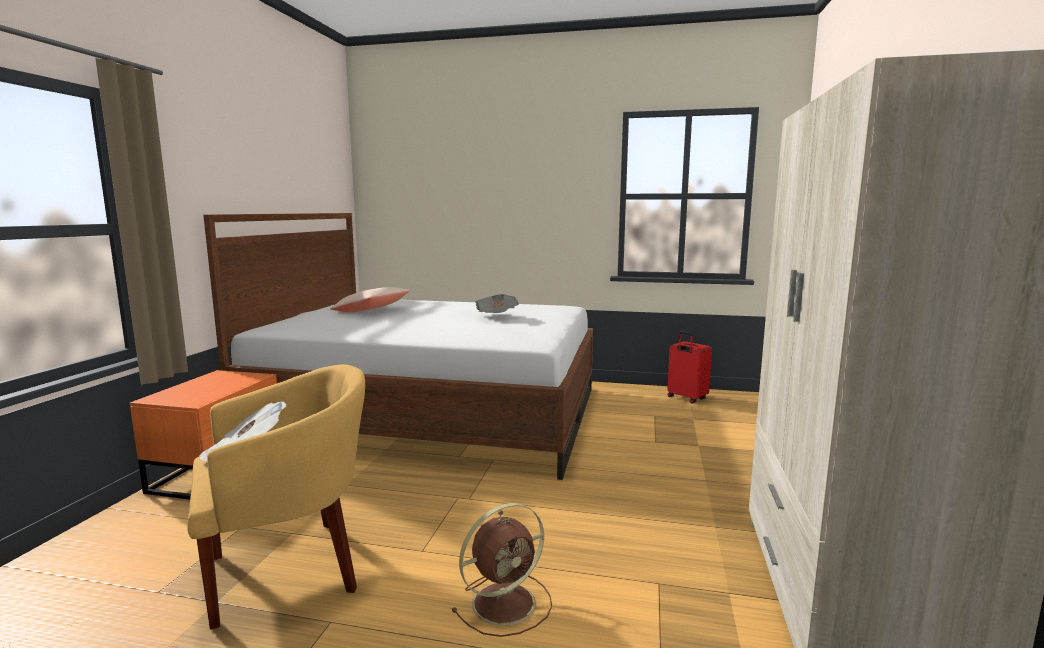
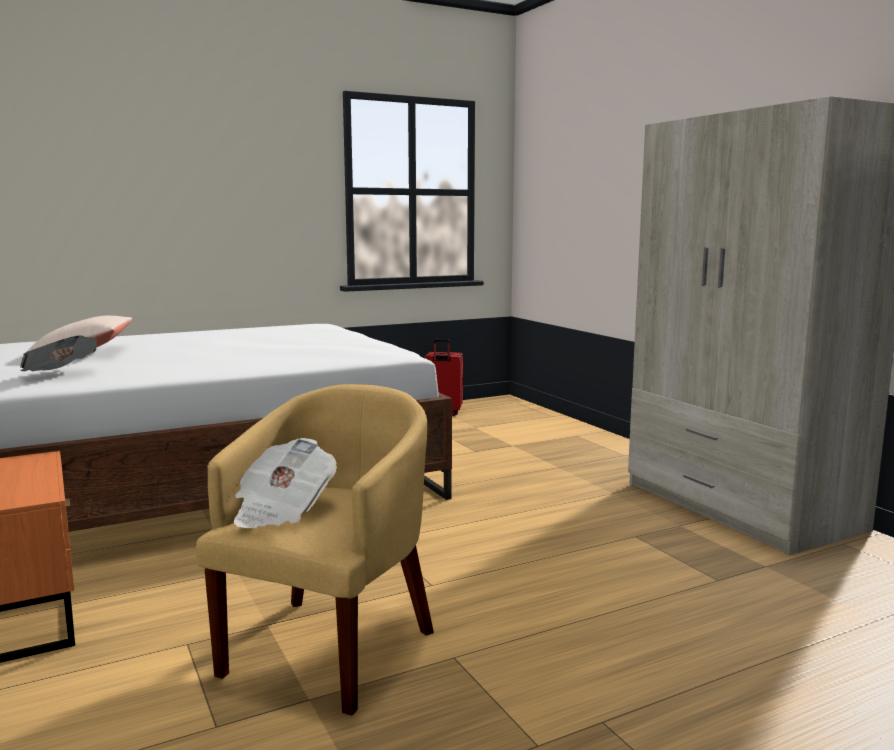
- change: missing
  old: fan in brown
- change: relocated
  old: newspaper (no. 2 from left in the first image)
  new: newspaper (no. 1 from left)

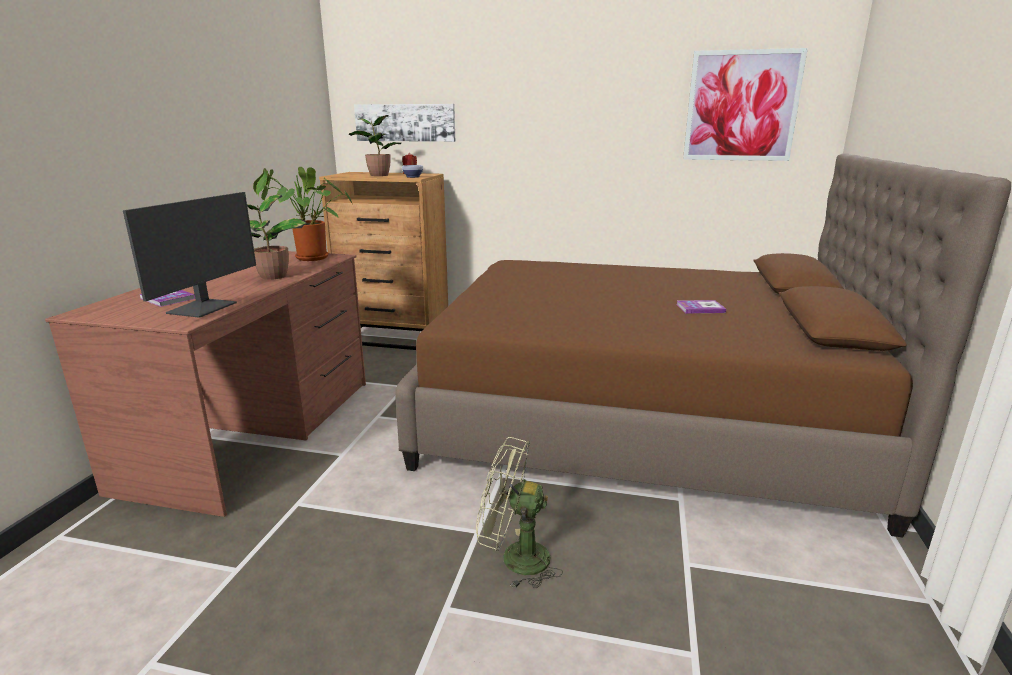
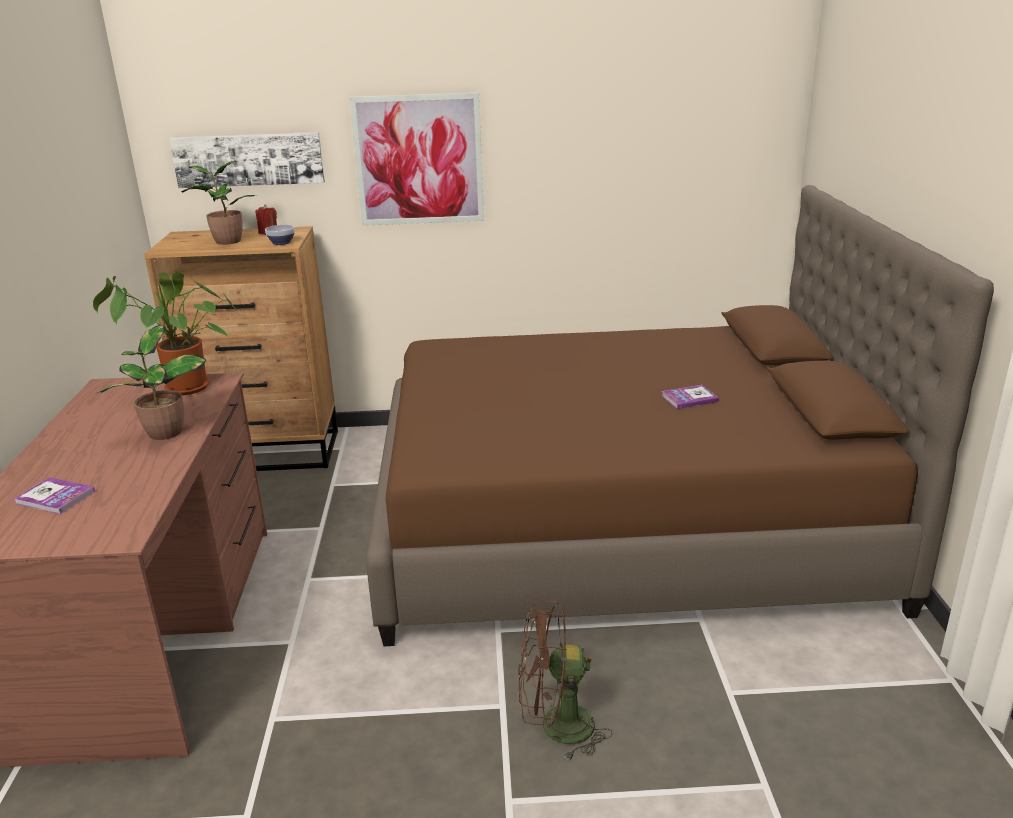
- change: missing
  old: monitor
- change: relocated
  old: picture (no. 2 from left)
- change: colour
  old: fan in green
  new: fan in brown

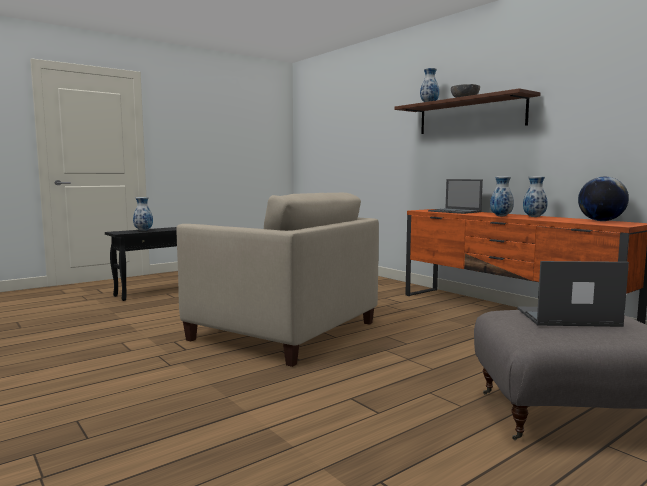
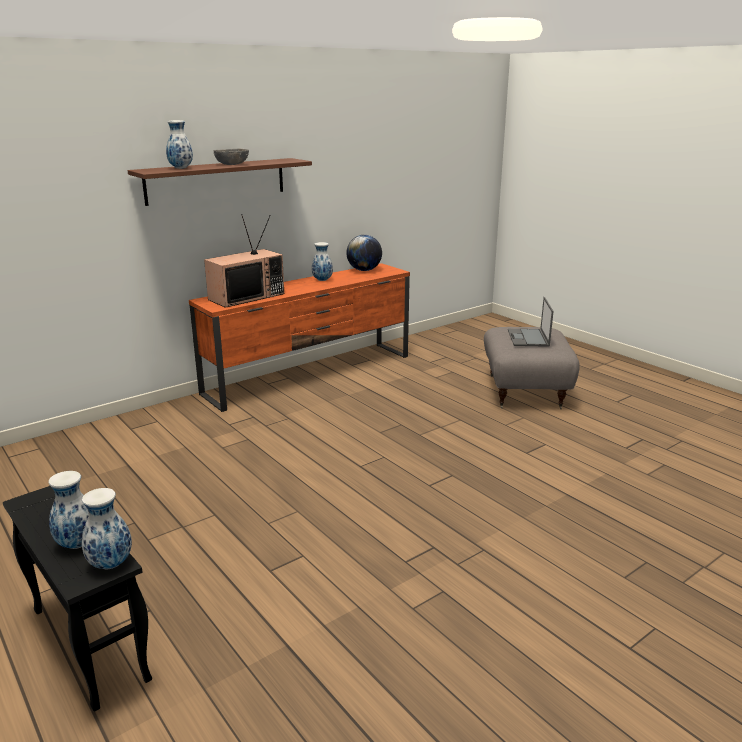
- change: missing
  old: armchair in beige
- change: relocated
  old: vase (no. 3 from left in the first image)
  new: vase (no. 2 from left)
- change: exchanged
  old: laptop (no. 1 from left)
  new: television

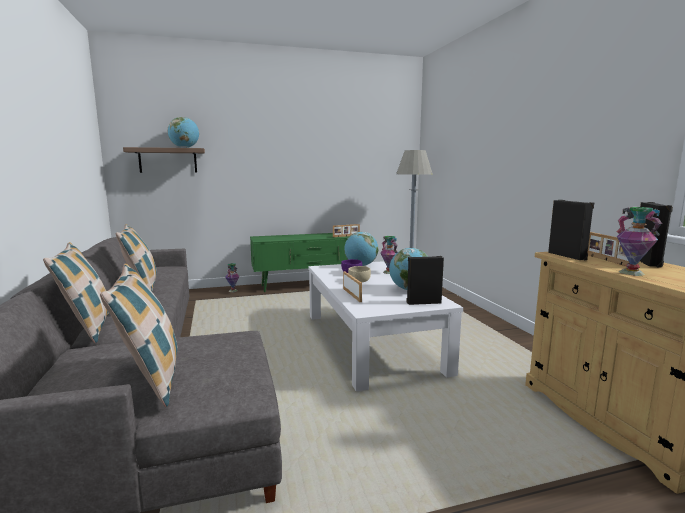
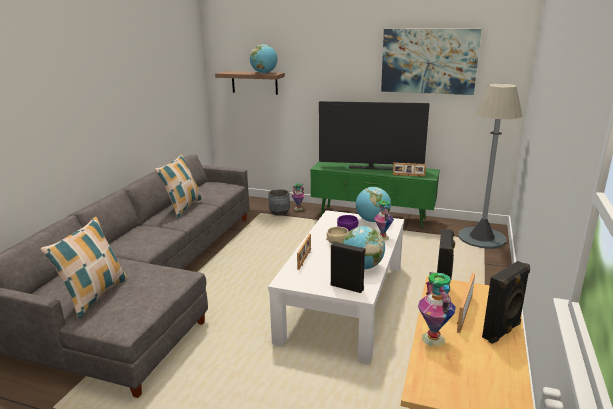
- change: missing
  old: pillow (no. 1 from left)
- change: appeared
  new: planter in grey
- change: appeared
  new: television
- change: appeared
  new: picture

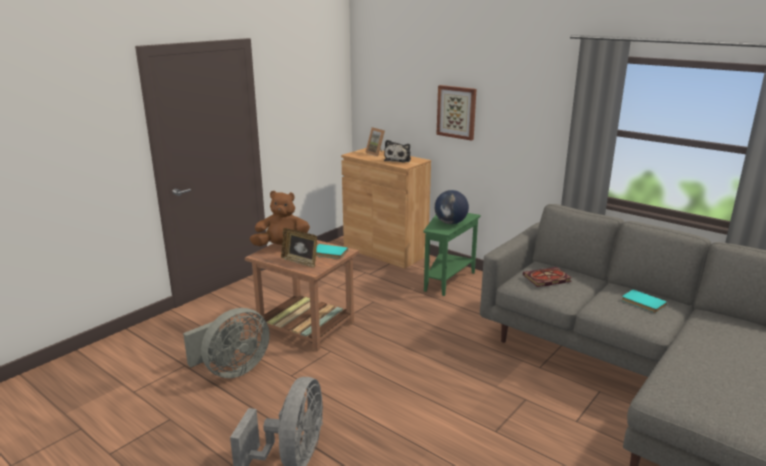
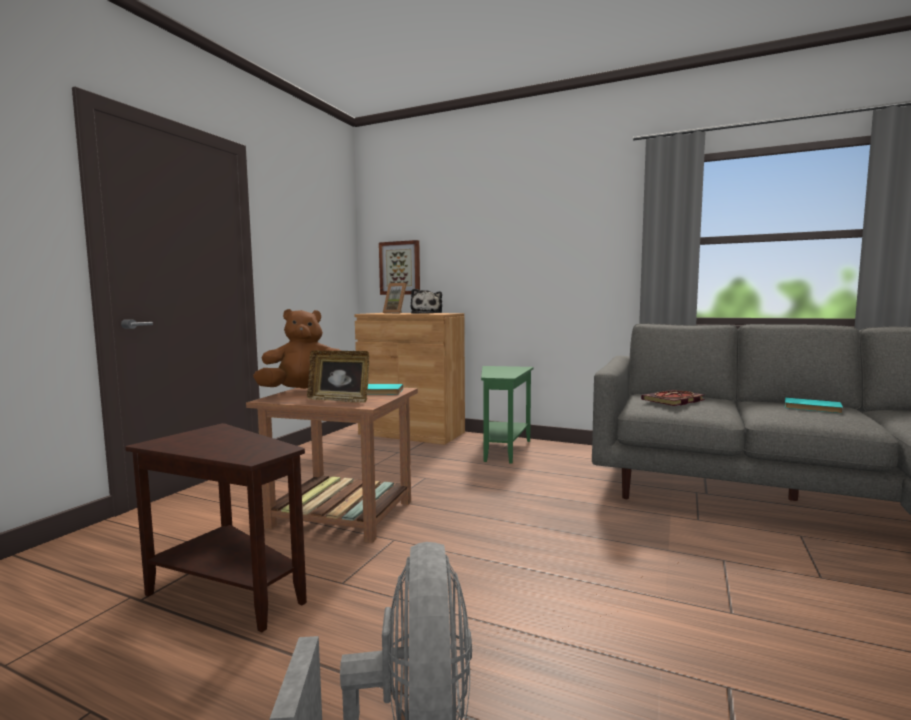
- change: missing
  old: globe
- change: relocated
  old: picture
- change: exchanged
  old: fan in grey (no. 1 from left)
  new: side table in brown (no. 1 from left)

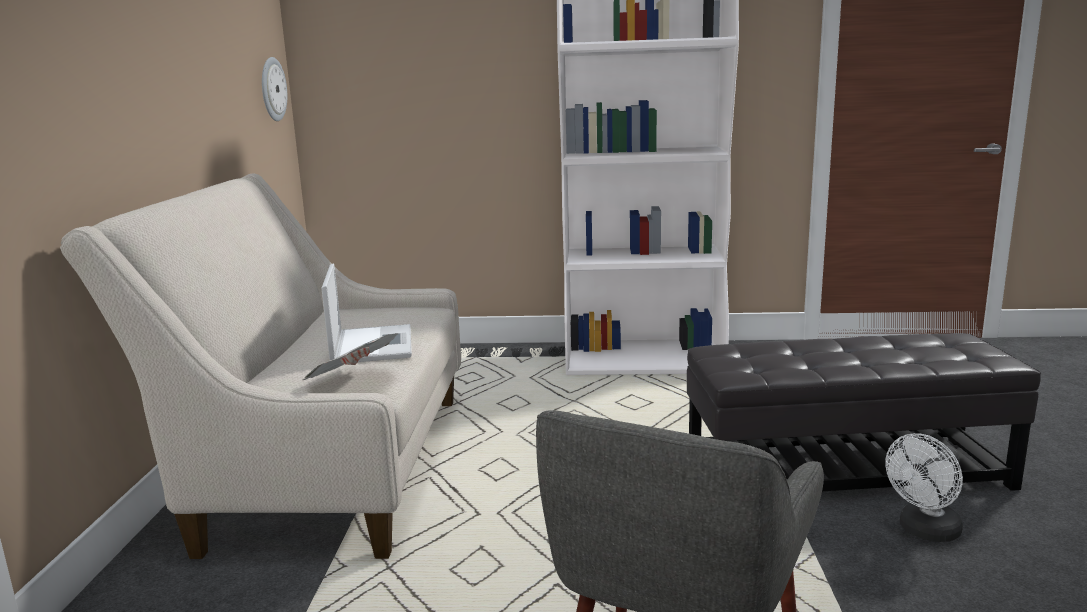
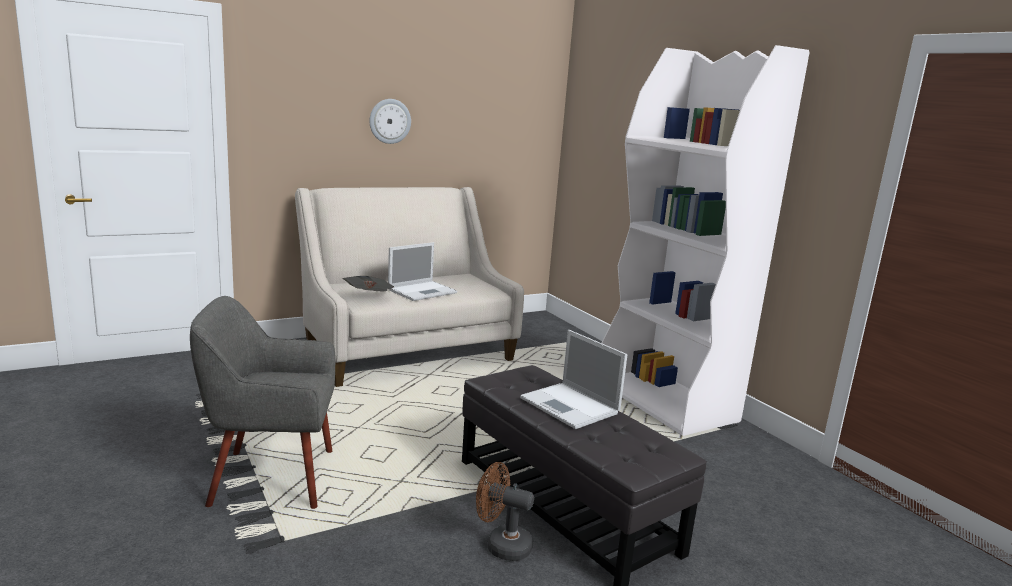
- change: appeared
  new: laptop (no. 2 from left)
- change: relocated
  old: wall clock
- change: colour
  old: fan in white
  new: fan in brown

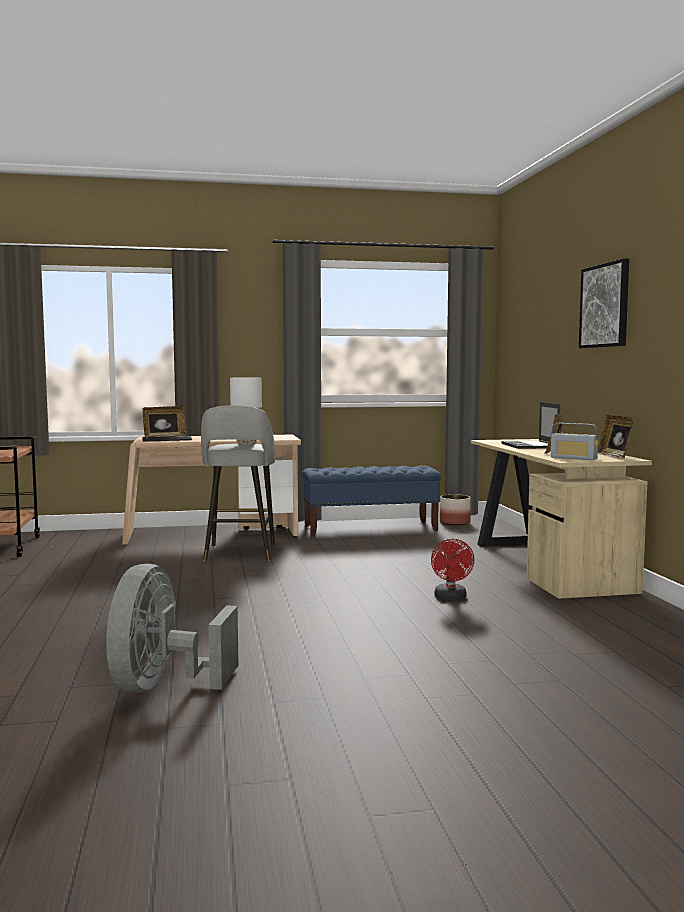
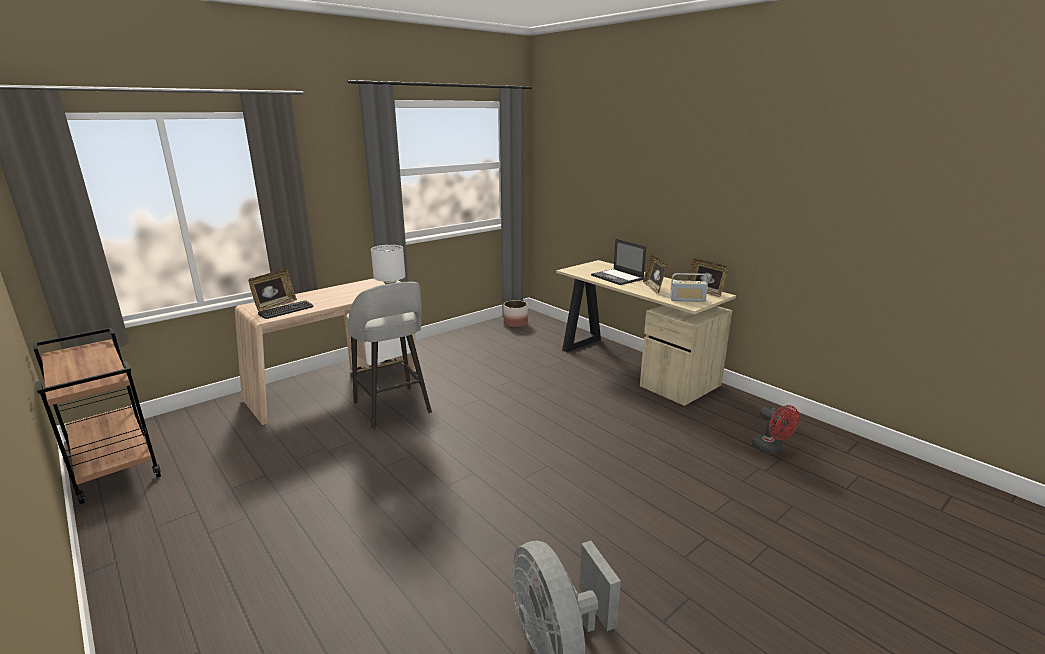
- change: missing
  old: bench in blue
- change: missing
  old: picture
- change: relocated
  old: fan in red

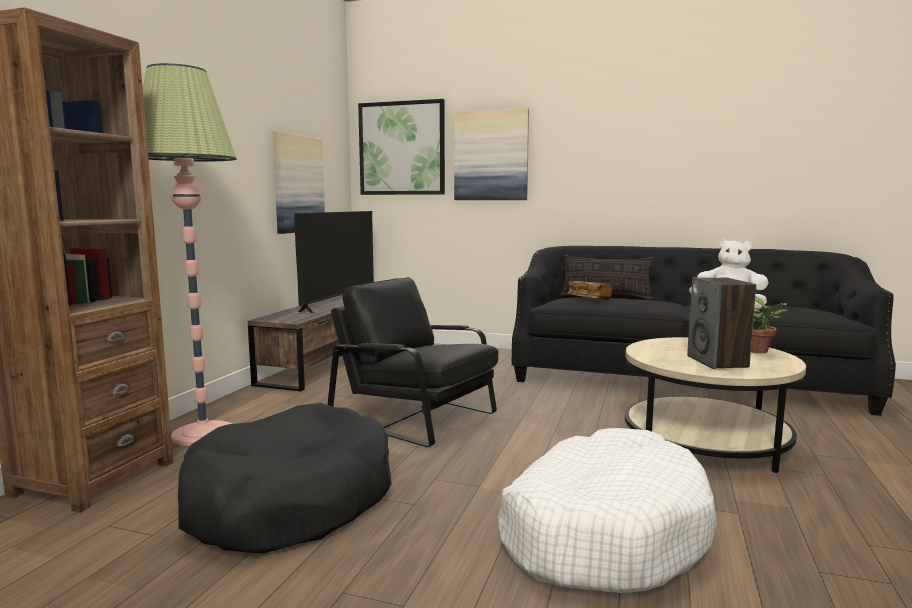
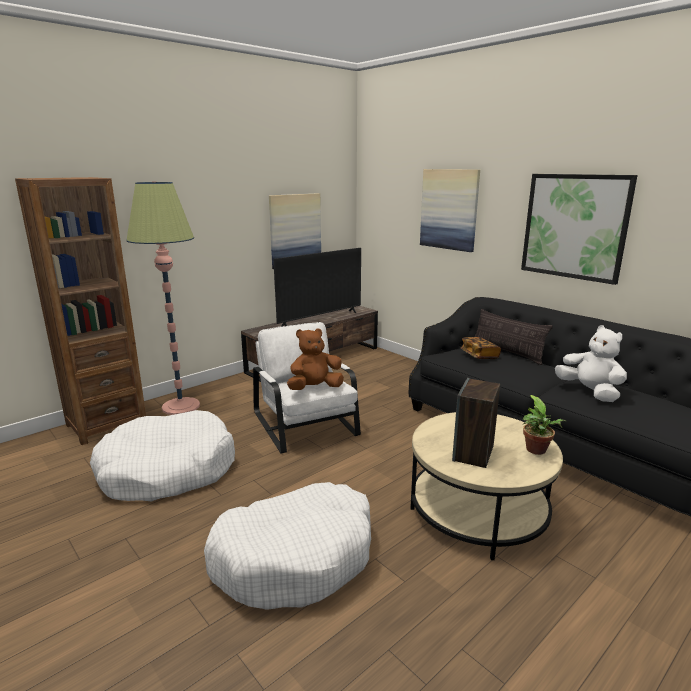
- change: appeared
  new: plush toy in brown
- change: relocated
  old: picture (no. 2 from left in the first image)
  new: picture (no. 3 from left)
- change: colour
  old: dog bed in black
  new: dog bed in white (no. 1 from left)
- change: colour
  old: armchair in black
  new: armchair in white

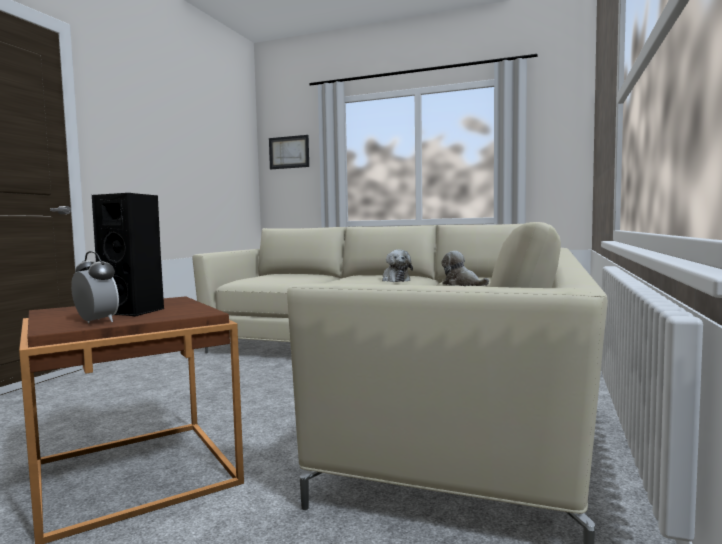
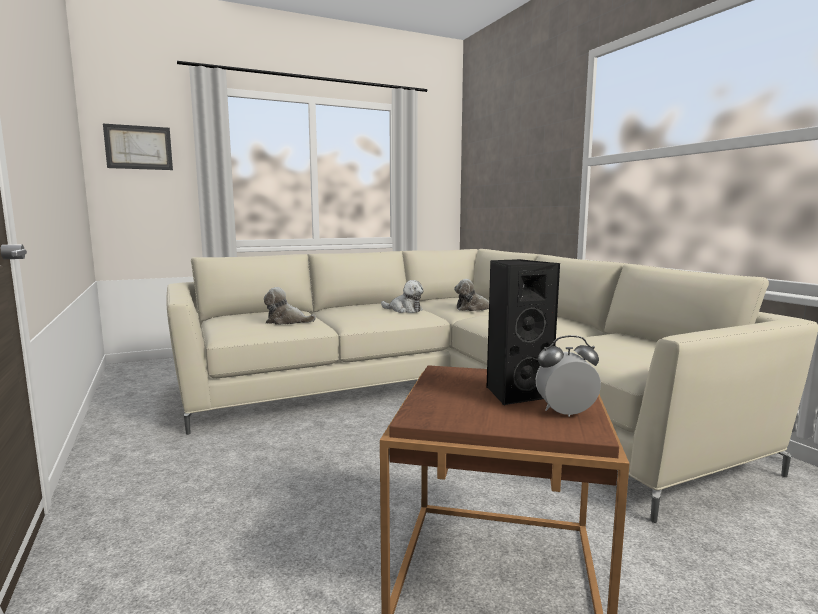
- change: appeared
  new: plush toy (no. 1 from left)

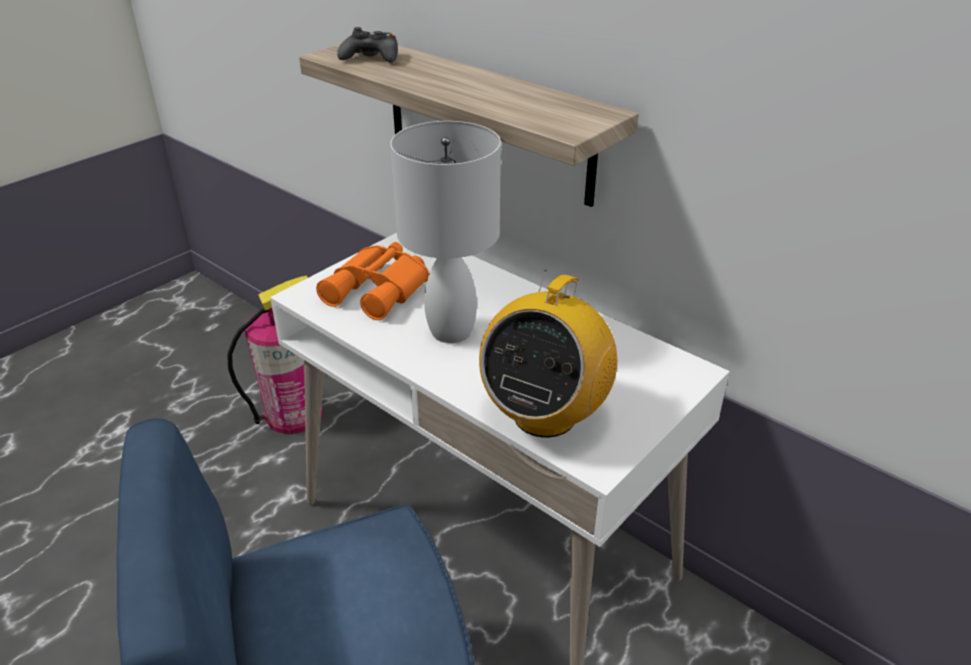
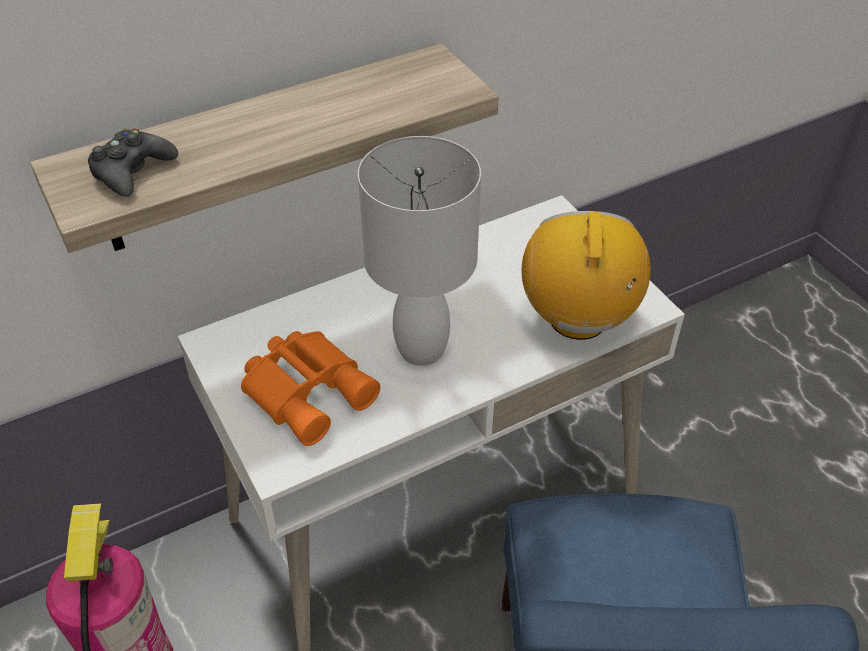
- change: spun
  old: radio
  degrees: -135

